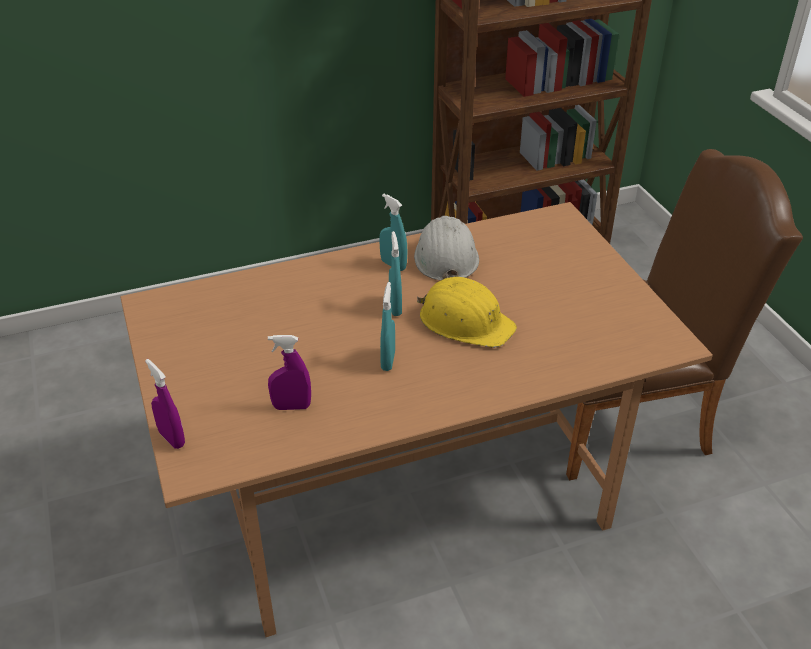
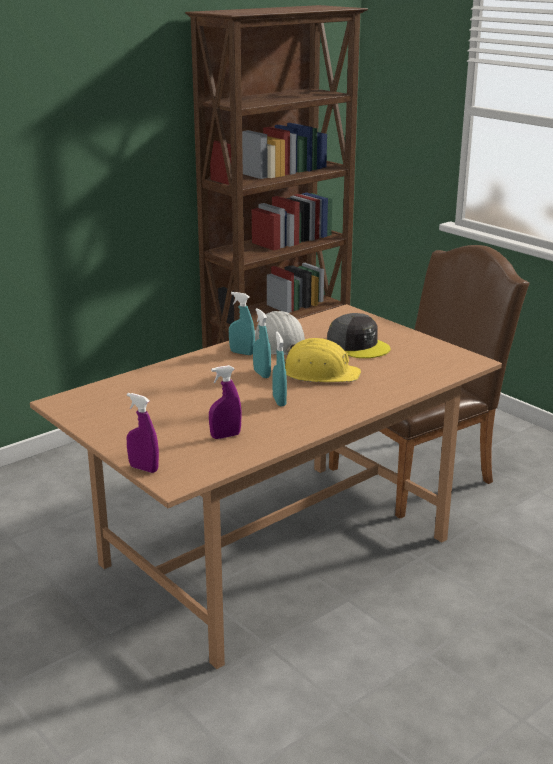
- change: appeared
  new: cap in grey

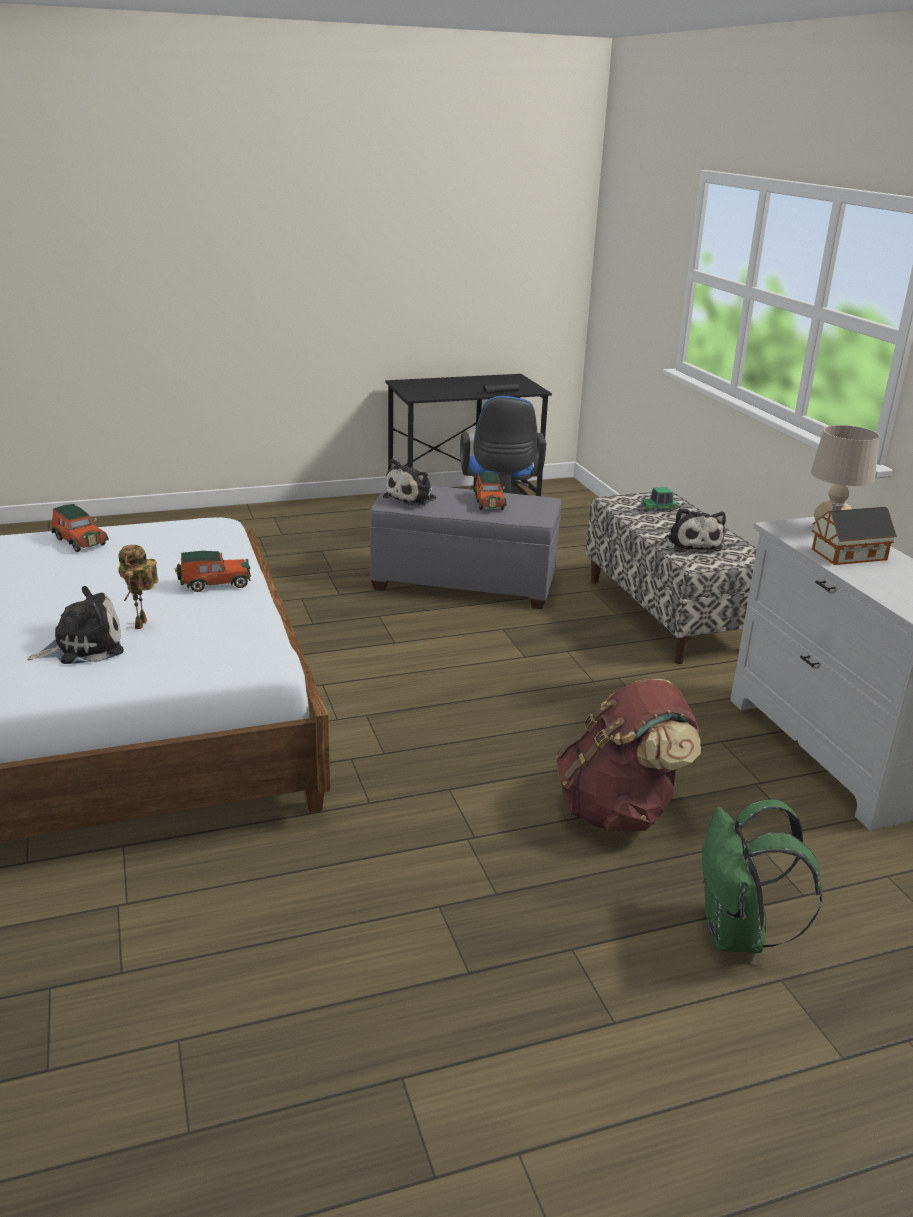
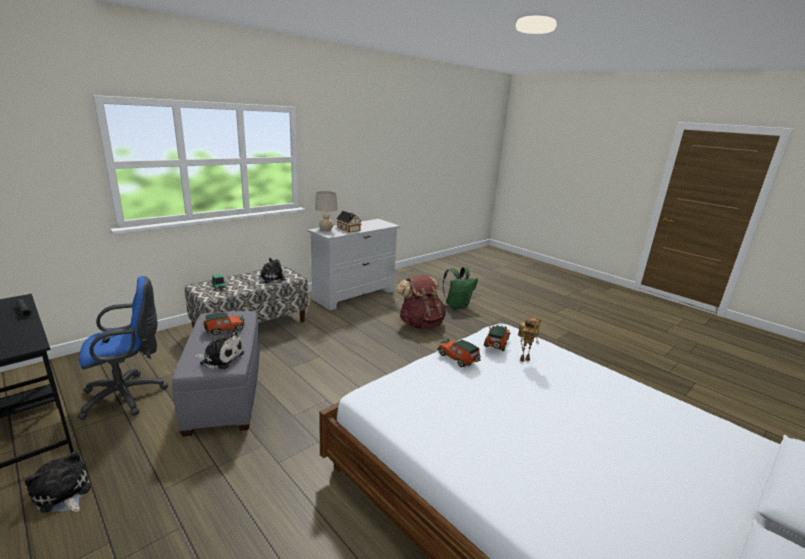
- change: relocated
  old: plush toy (no. 1 from left)
- change: relocated
  old: toy car (no. 1 from left in the first image)
  new: toy car (no. 4 from left)

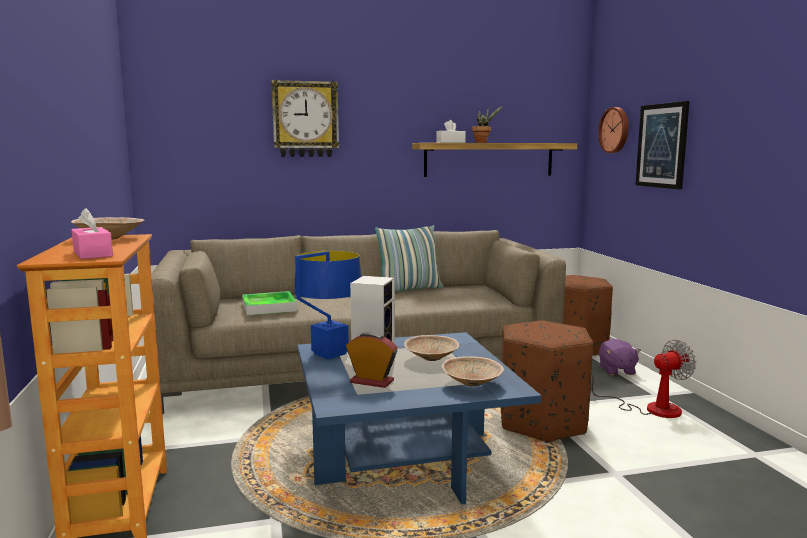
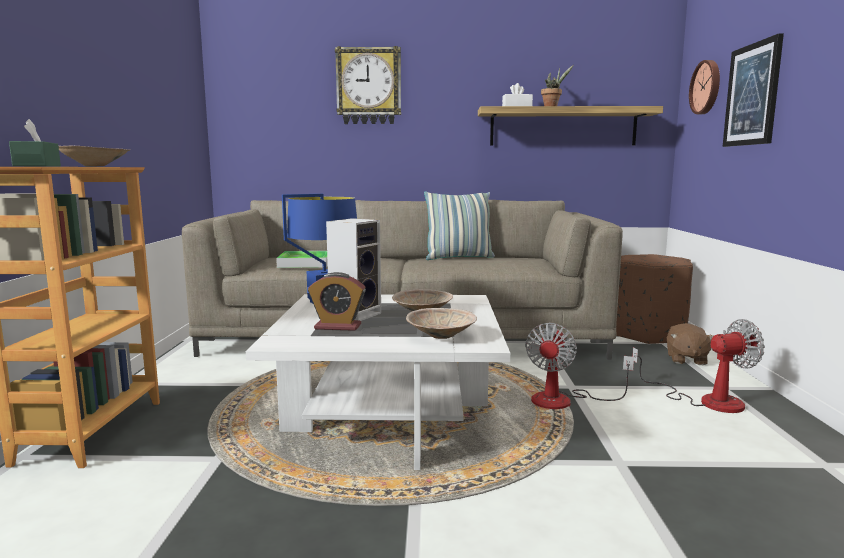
- change: exchanged
  old: ottoman in brown (no. 1 from left)
  new: fan (no. 1 from left)
- change: colour
  old: tissue box in pink
  new: tissue box in green
- change: colour
  old: coffee table in blue
  new: coffee table in white
- change: colour
  old: plush toy in purple
  new: plush toy in brown
- change: spun
  old: alarm clock
  degrees: 150

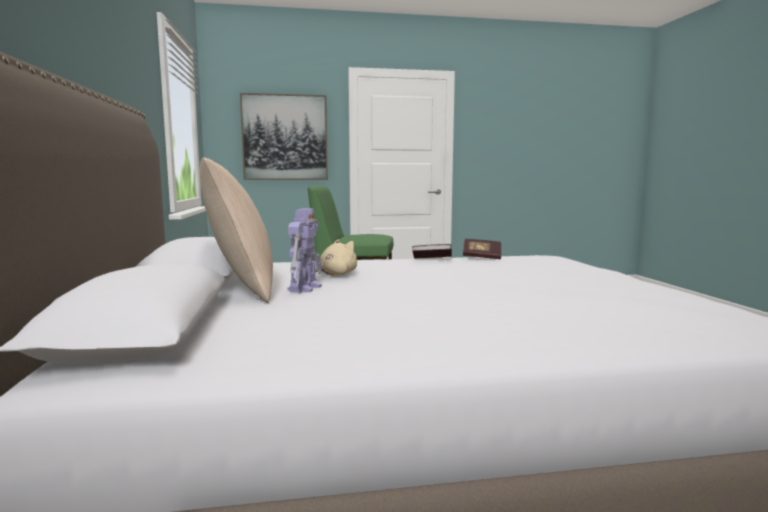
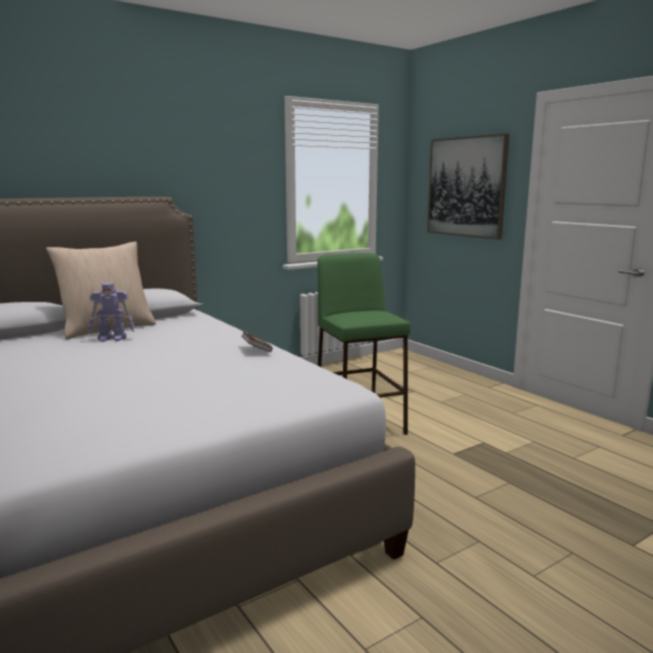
- change: missing
  old: plush toy in beige
- change: missing
  old: book (no. 2 from left)

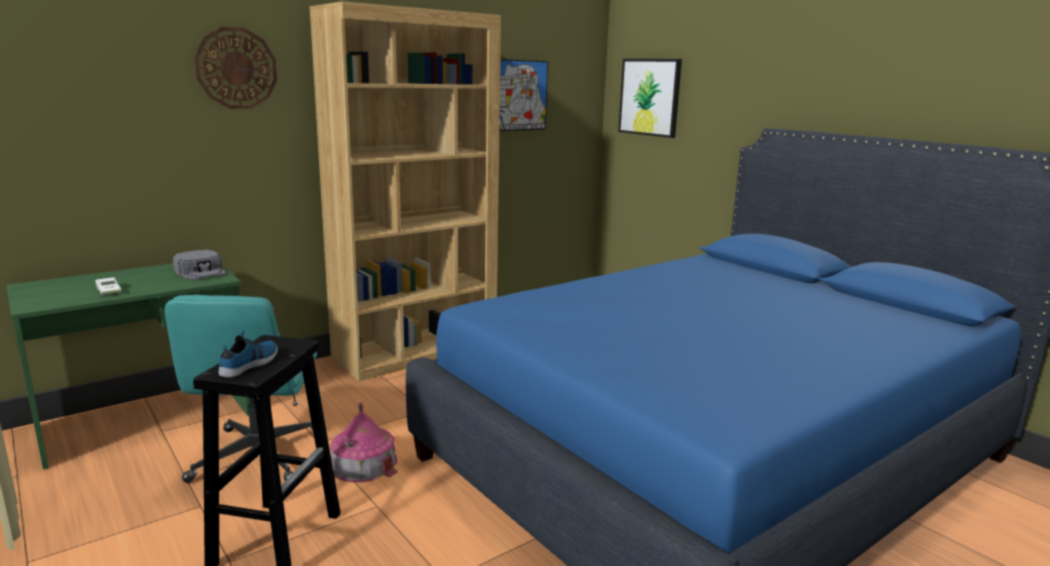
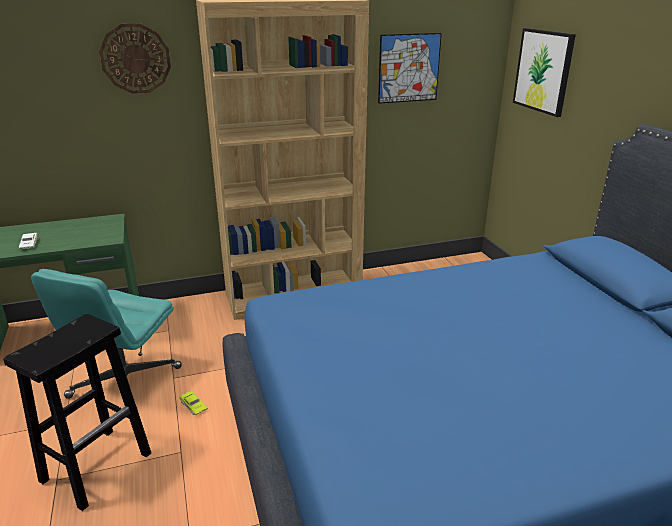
- change: missing
  old: cap in grey
- change: missing
  old: shoe
- change: exchanged
  old: toy house
  new: toy car in green

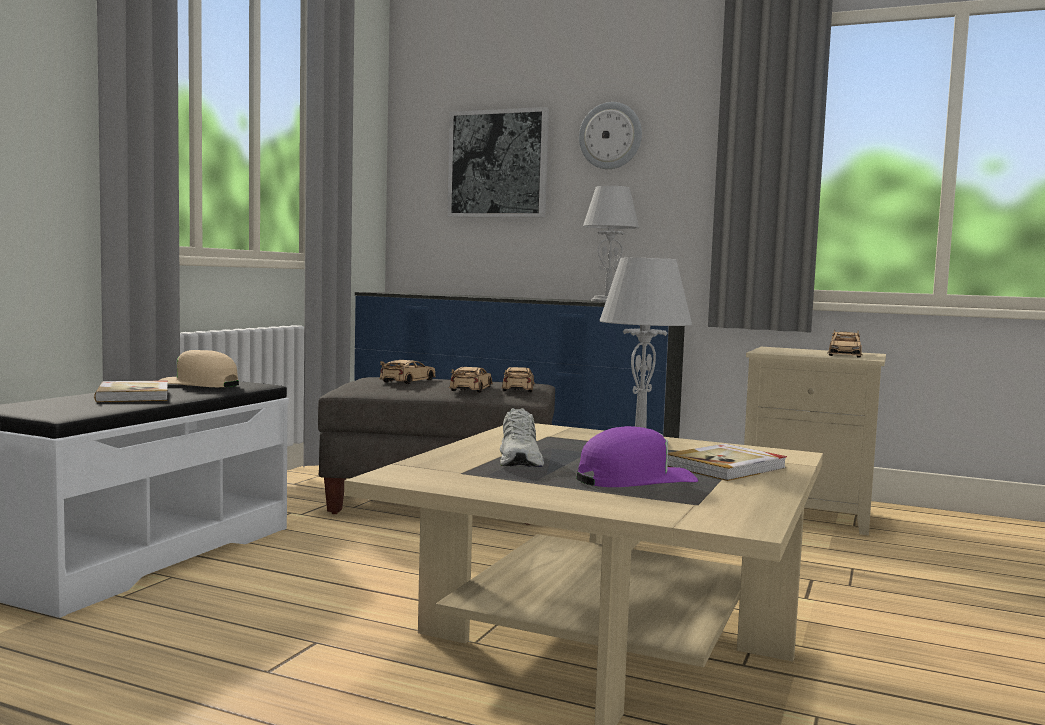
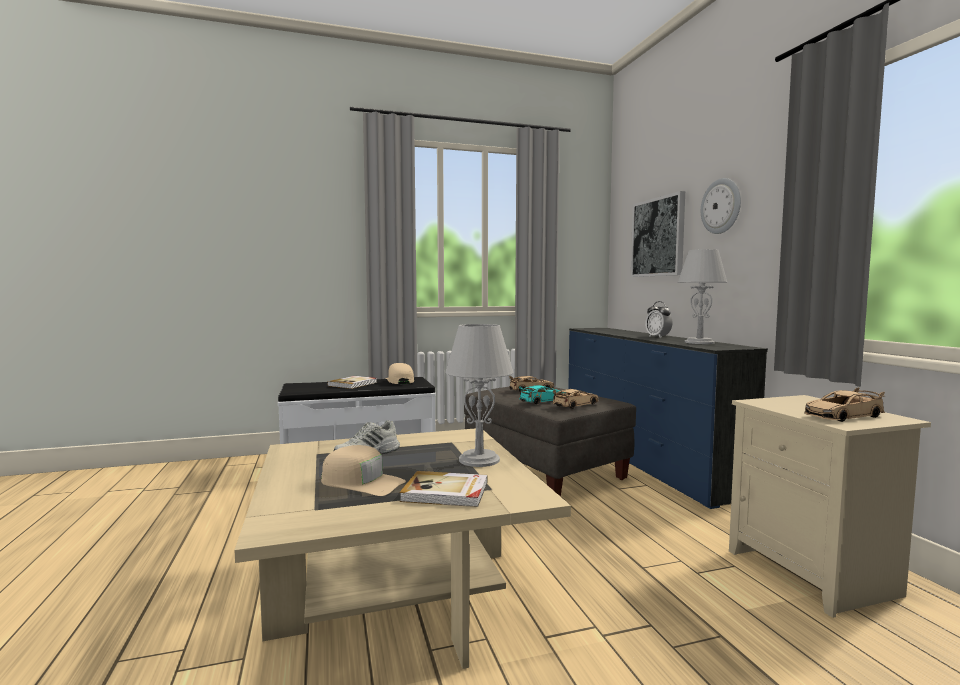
- change: appeared
  new: alarm clock
- change: colour
  old: toy car in beige (no. 2 from left)
  new: toy car in turquoise
- change: colour
  old: cap in purple
  new: cap in beige (no. 1 from left)

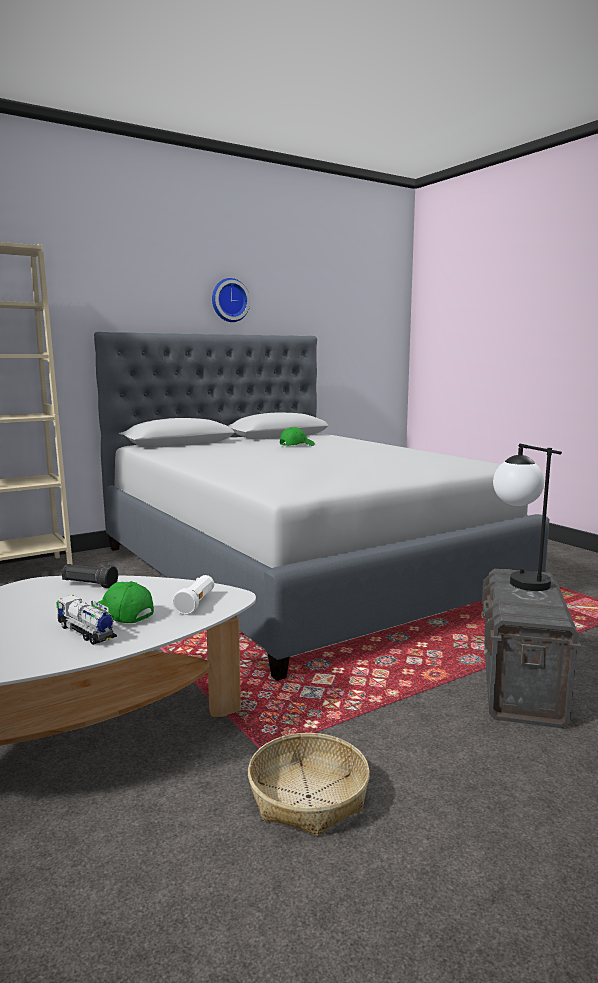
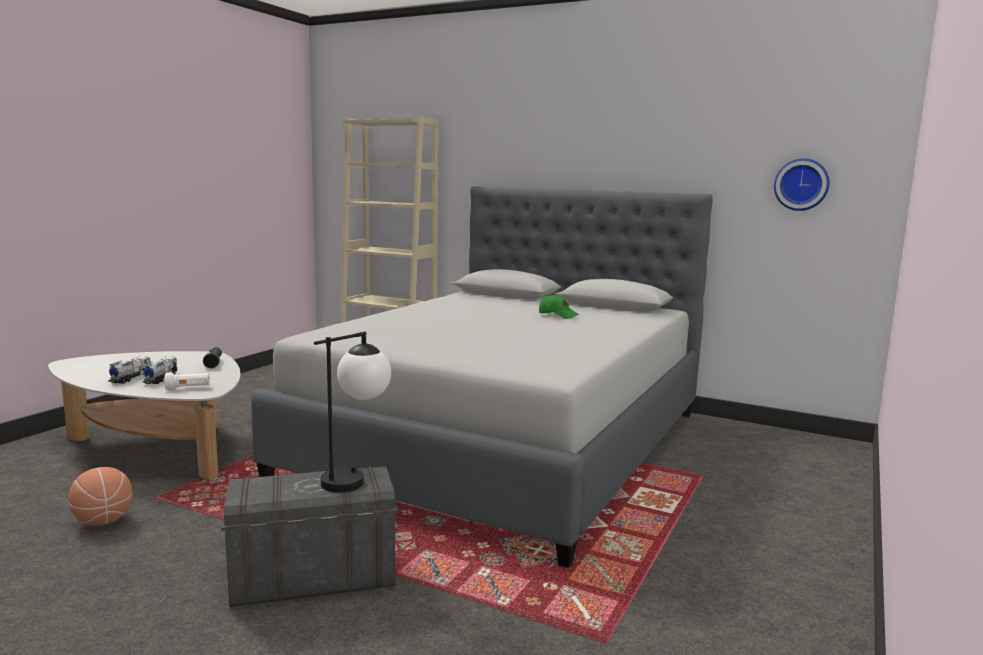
- change: relocated
  old: wall clock
- change: exchanged
  old: cap in green (no. 1 from left)
  new: toy truck (no. 2 from left)
- change: exchanged
  old: basket
  new: basketball

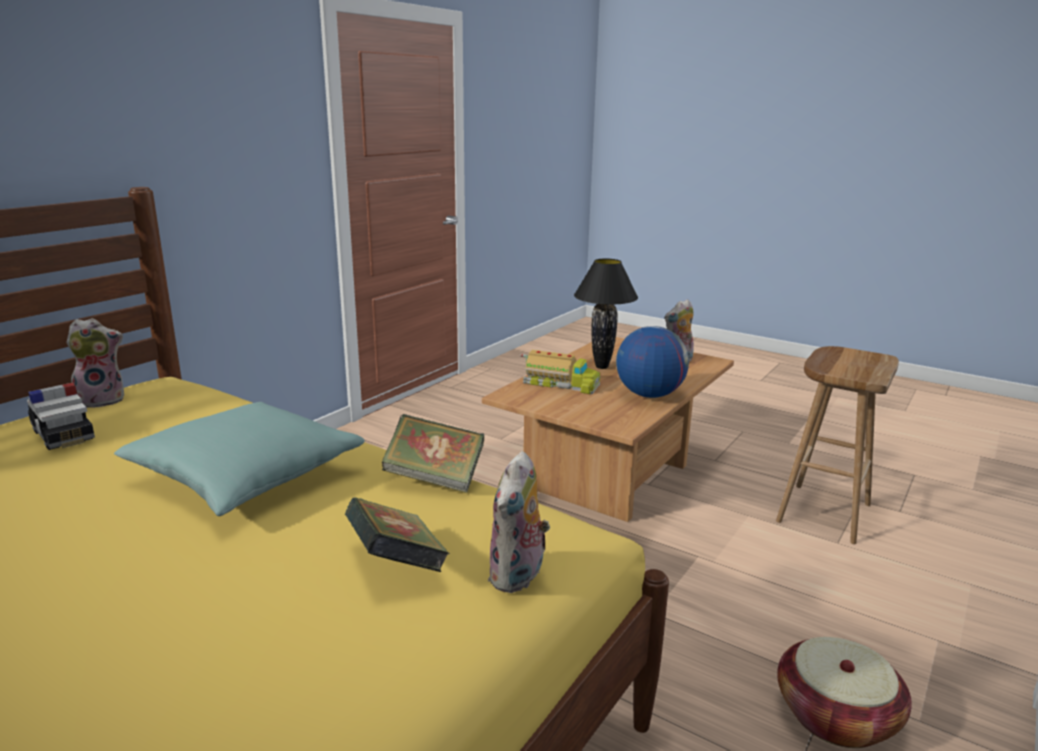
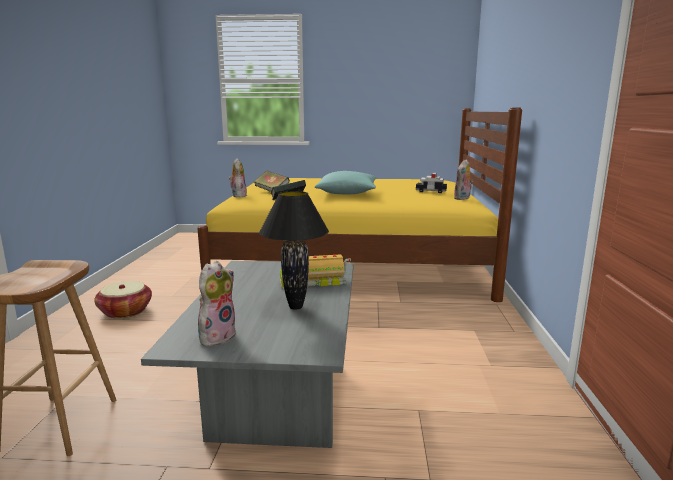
- change: missing
  old: globe
- change: colour
  old: coffee table in brown
  new: coffee table in grey

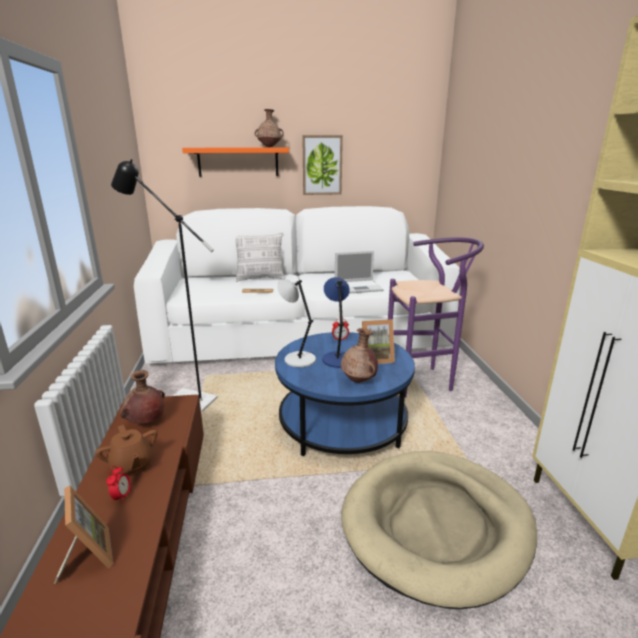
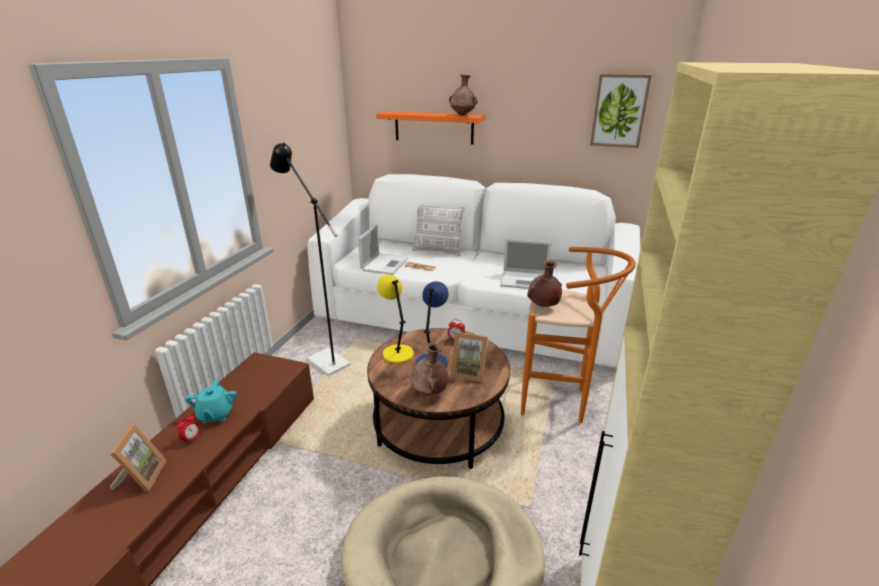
- change: appeared
  new: laptop (no. 1 from left)
- change: relocated
  old: vase in brown (no. 1 from left in the first image)
  new: vase in brown (no. 3 from left)
- change: relocated
  old: picture
- change: colour
  old: teapot in brown
  new: teapot in turquoise
- change: colour
  old: coffee table in blue
  new: coffee table in brown
- change: colour
  old: table lamp in grey
  new: table lamp in yellow
- change: colour
  old: stool in purple
  new: stool in orange

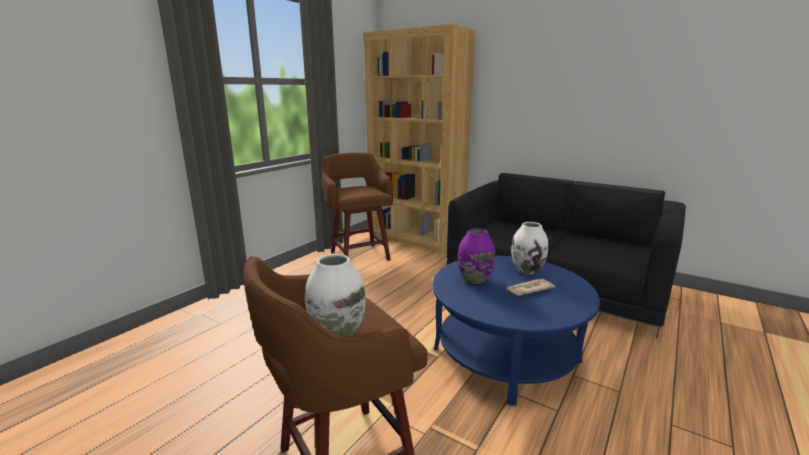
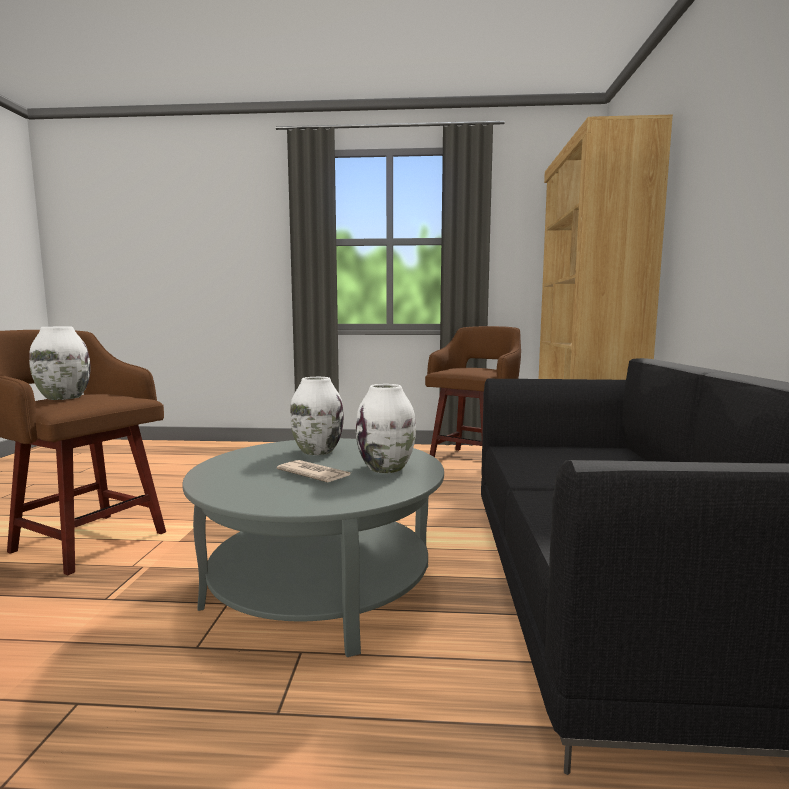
- change: colour
  old: coffee table in blue
  new: coffee table in grey
- change: colour
  old: vase in purple
  new: vase in white (no. 2 from left)

